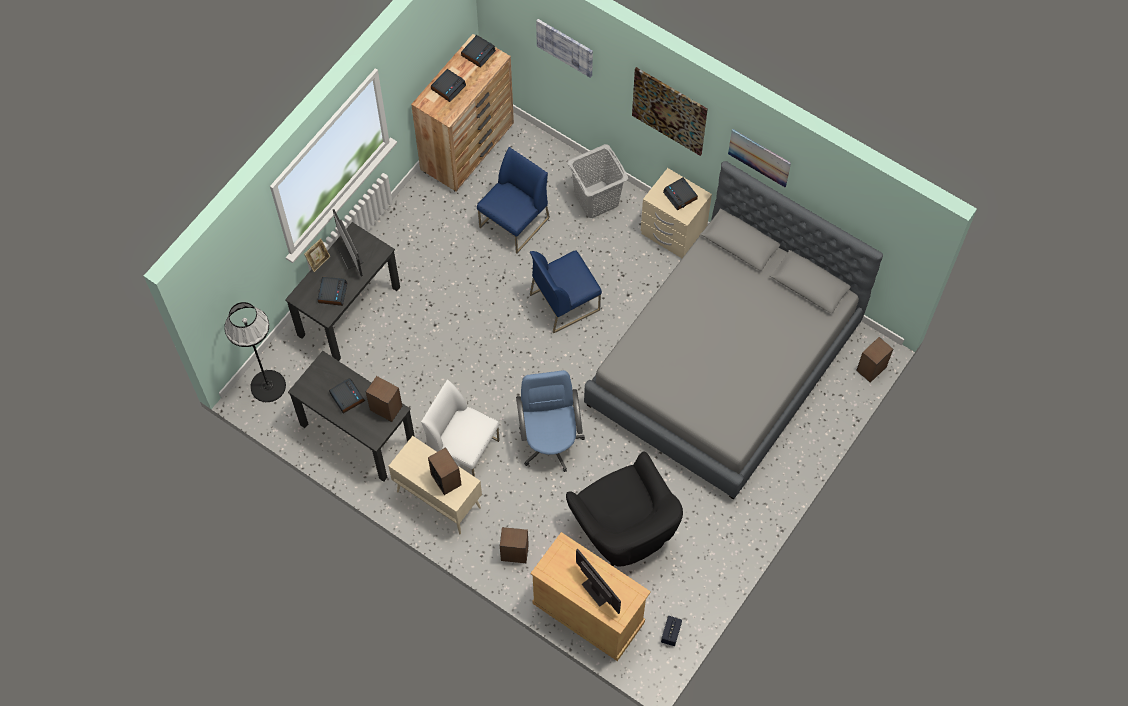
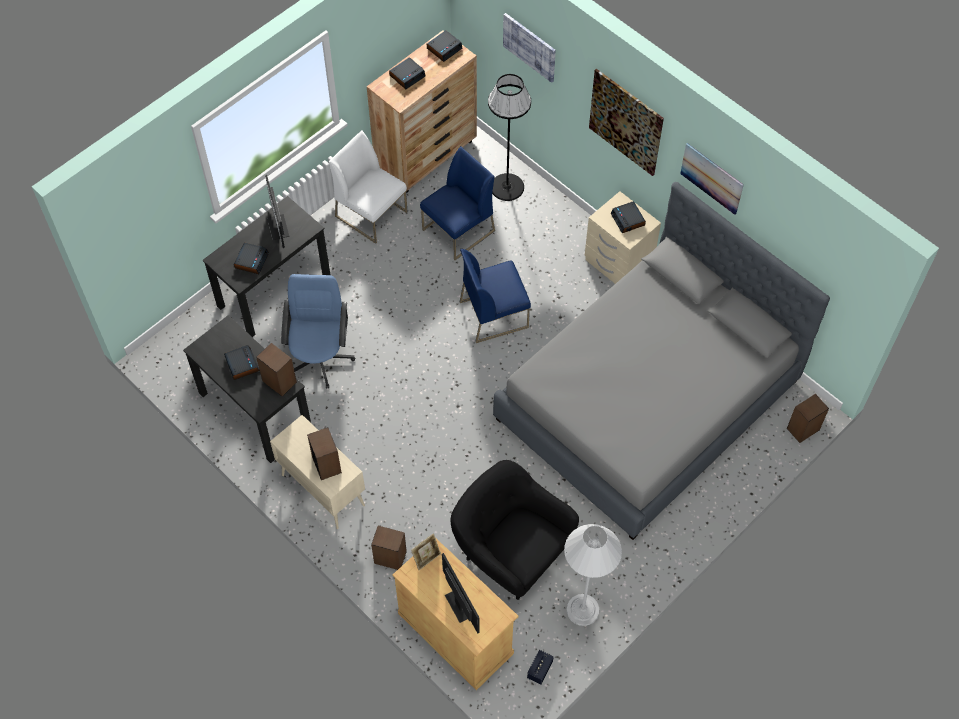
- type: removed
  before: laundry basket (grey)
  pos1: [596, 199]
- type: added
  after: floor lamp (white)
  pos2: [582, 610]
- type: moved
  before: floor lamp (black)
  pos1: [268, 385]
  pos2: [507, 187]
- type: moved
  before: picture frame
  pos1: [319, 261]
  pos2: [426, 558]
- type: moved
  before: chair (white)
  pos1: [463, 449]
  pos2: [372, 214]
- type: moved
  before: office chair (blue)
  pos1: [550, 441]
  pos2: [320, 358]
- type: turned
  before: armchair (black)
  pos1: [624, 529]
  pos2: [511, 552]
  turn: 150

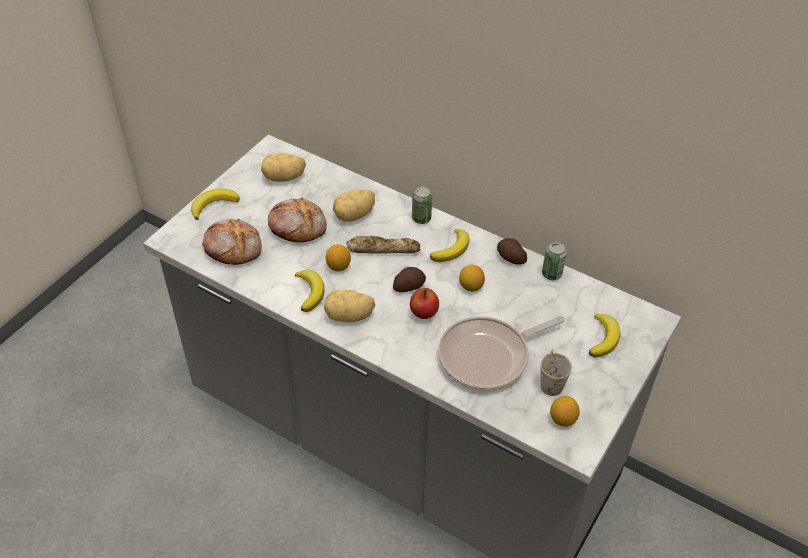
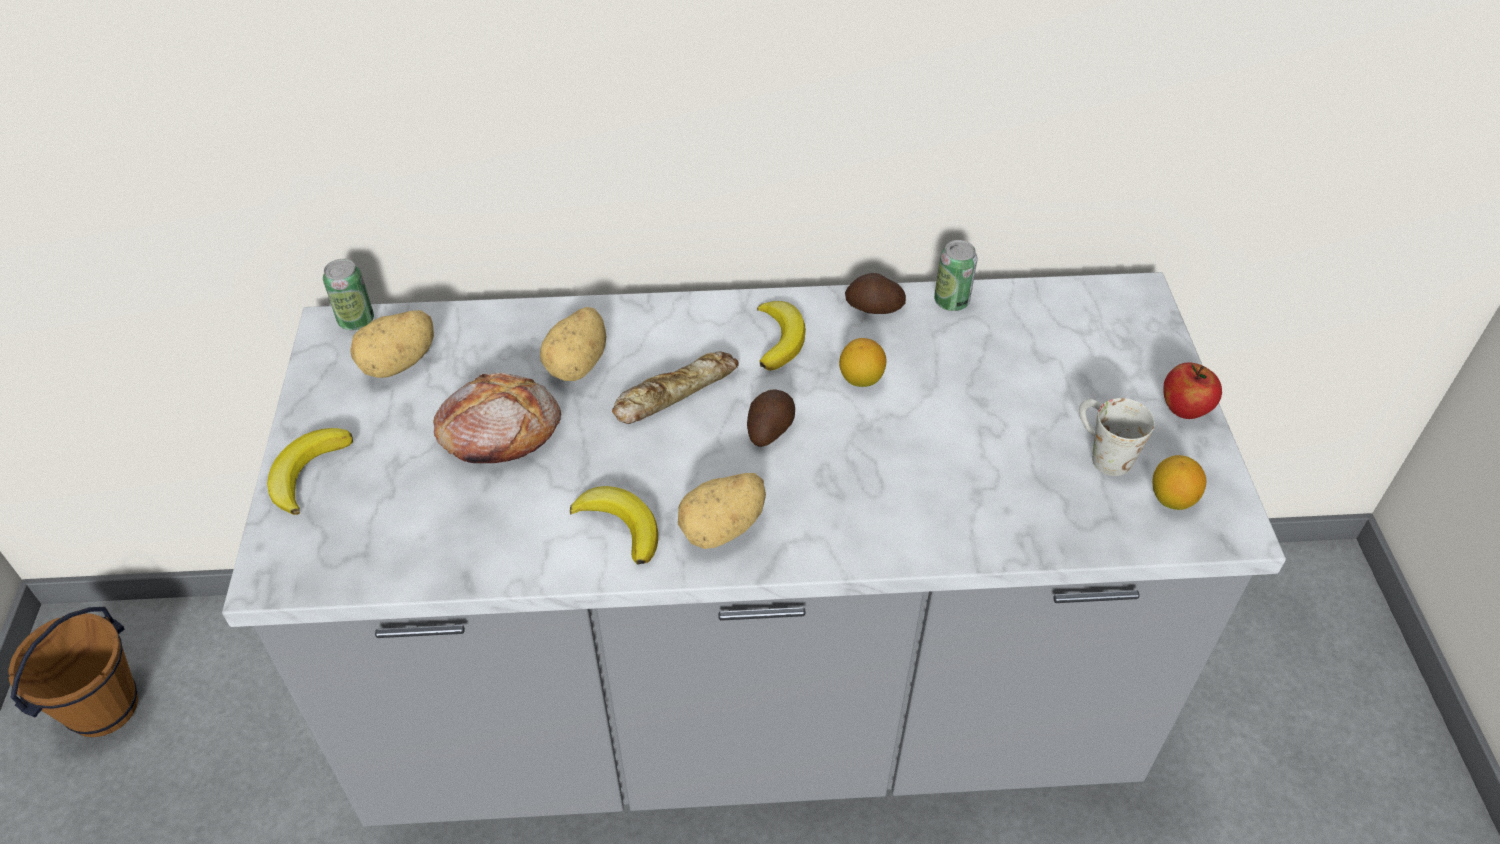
- type: removed
  before: bread
  pos1: [233, 247]
- type: removed
  before: lemon
  pos1: [338, 266]
- type: removed
  before: frying pan
  pos1: [488, 357]
- type: removed
  before: banana
  pos1: [603, 338]
- type: added
  after: bucket (brown)
  pos2: [103, 707]
- type: moved
  before: apple
  pos1: [424, 313]
  pos2: [1184, 409]
- type: moved
  before: can
  pos1: [421, 218]
  pos2: [356, 320]

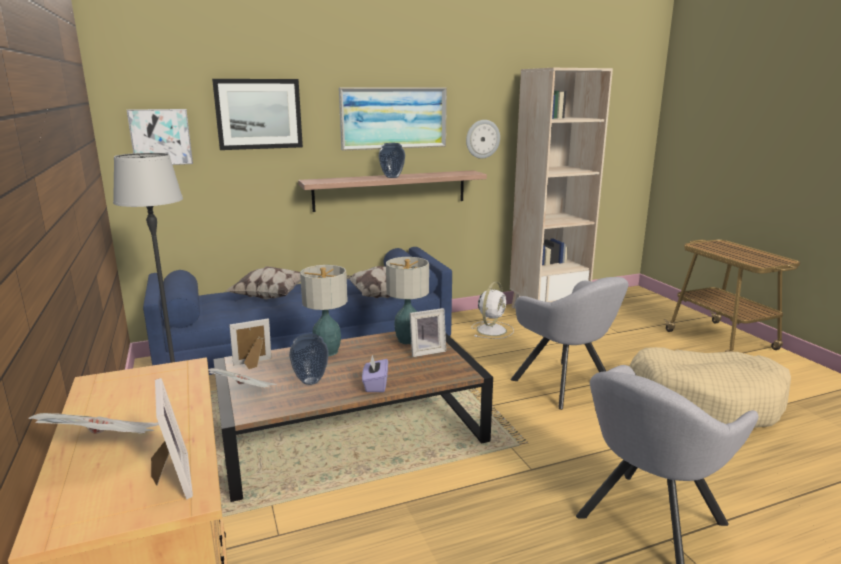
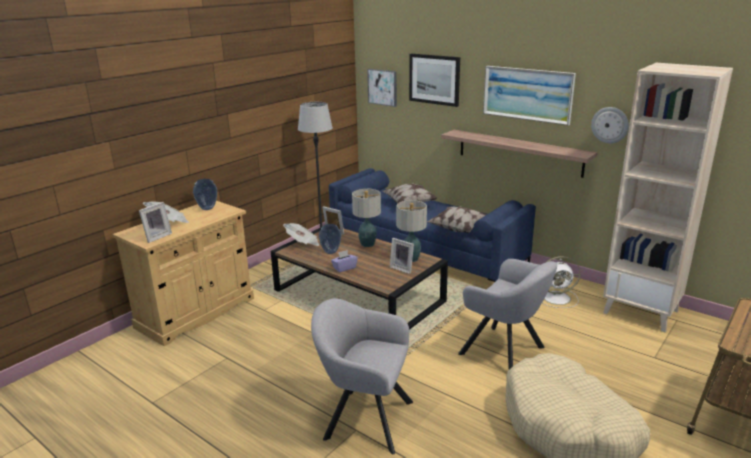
- type: moved
  before: vase
  pos1: [392, 177]
  pos2: [207, 208]
- type: turned
  before: armchair (grey)
  pos1: [566, 386]
  pos2: [506, 352]
  turn: -75

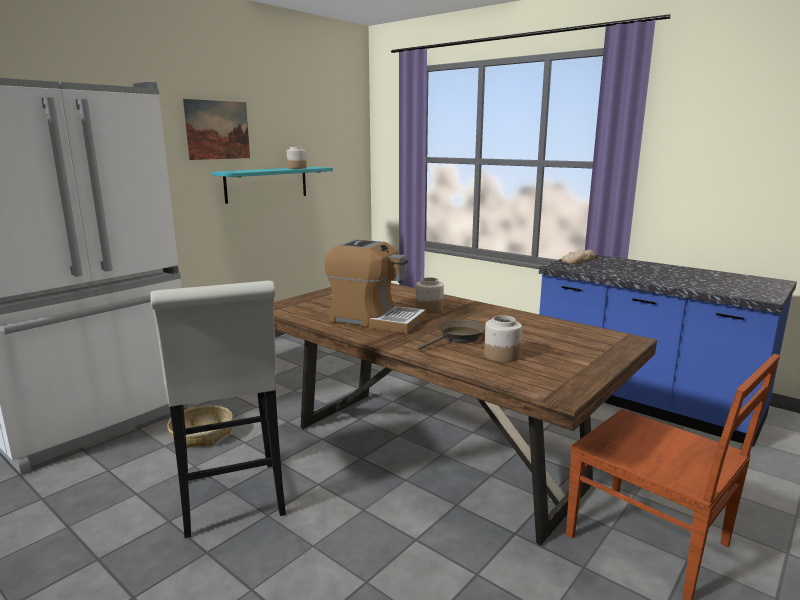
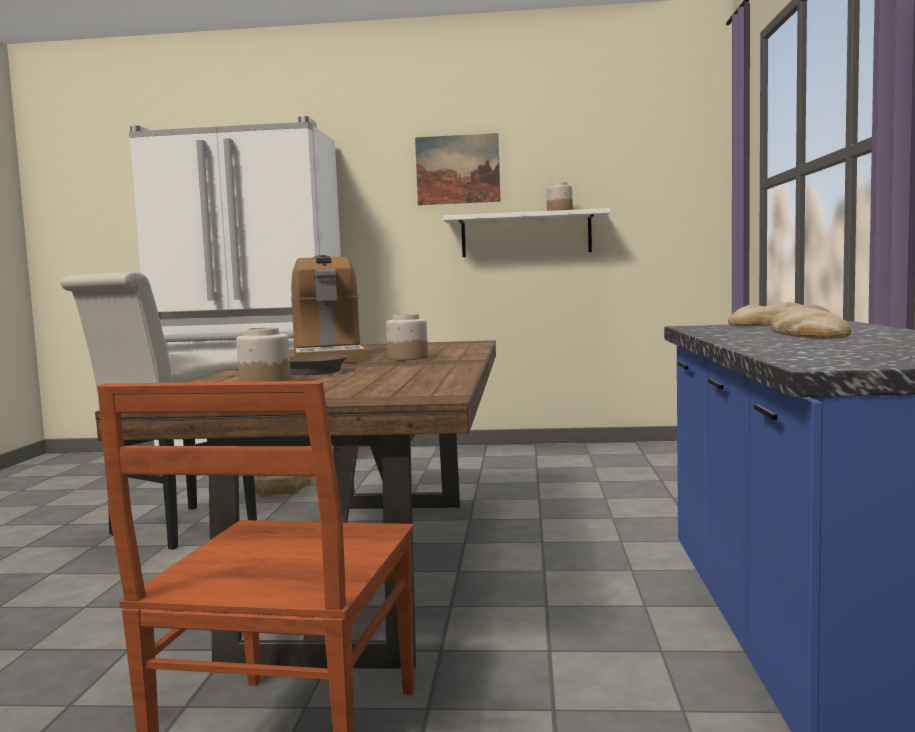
- type: added
  after: bread
  pos2: [806, 334]
- type: recoloured
  before: shelf (turquoise)
  after: shelf (white)
  pos1: [266, 184]
  pos2: [526, 235]

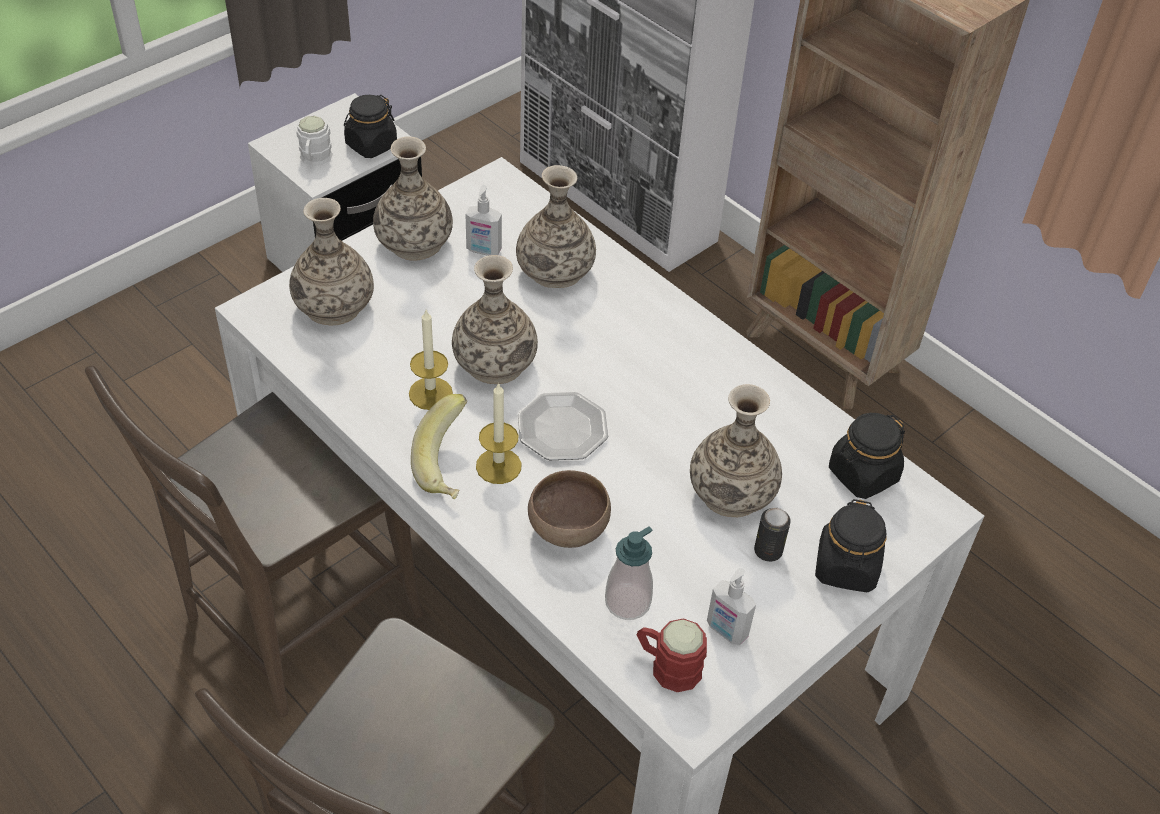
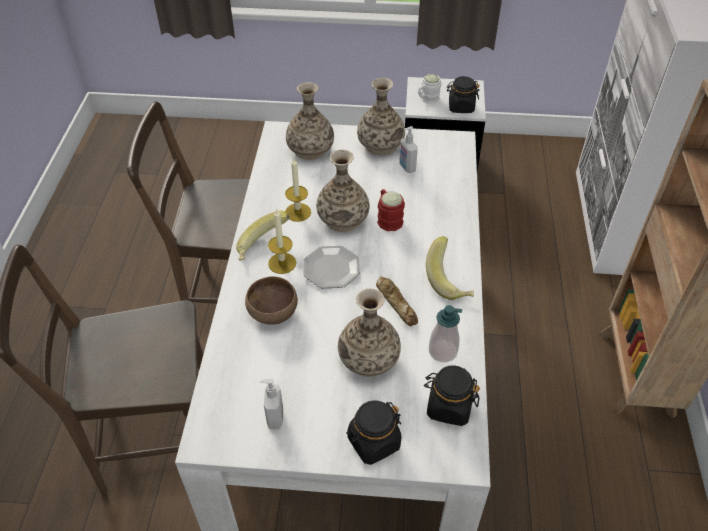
- type: removed
  before: vase
  pos1: [555, 270]
- type: removed
  before: can
  pos1: [768, 551]
- type: added
  after: bread
  pos2: [397, 303]
- type: added
  after: banana
  pos2: [450, 281]
- type: moved
  before: soap dispenser
  pos1: [627, 602]
  pos2: [443, 351]
- type: moved
  before: mug (red)
  pos1: [667, 666]
  pos2: [388, 218]

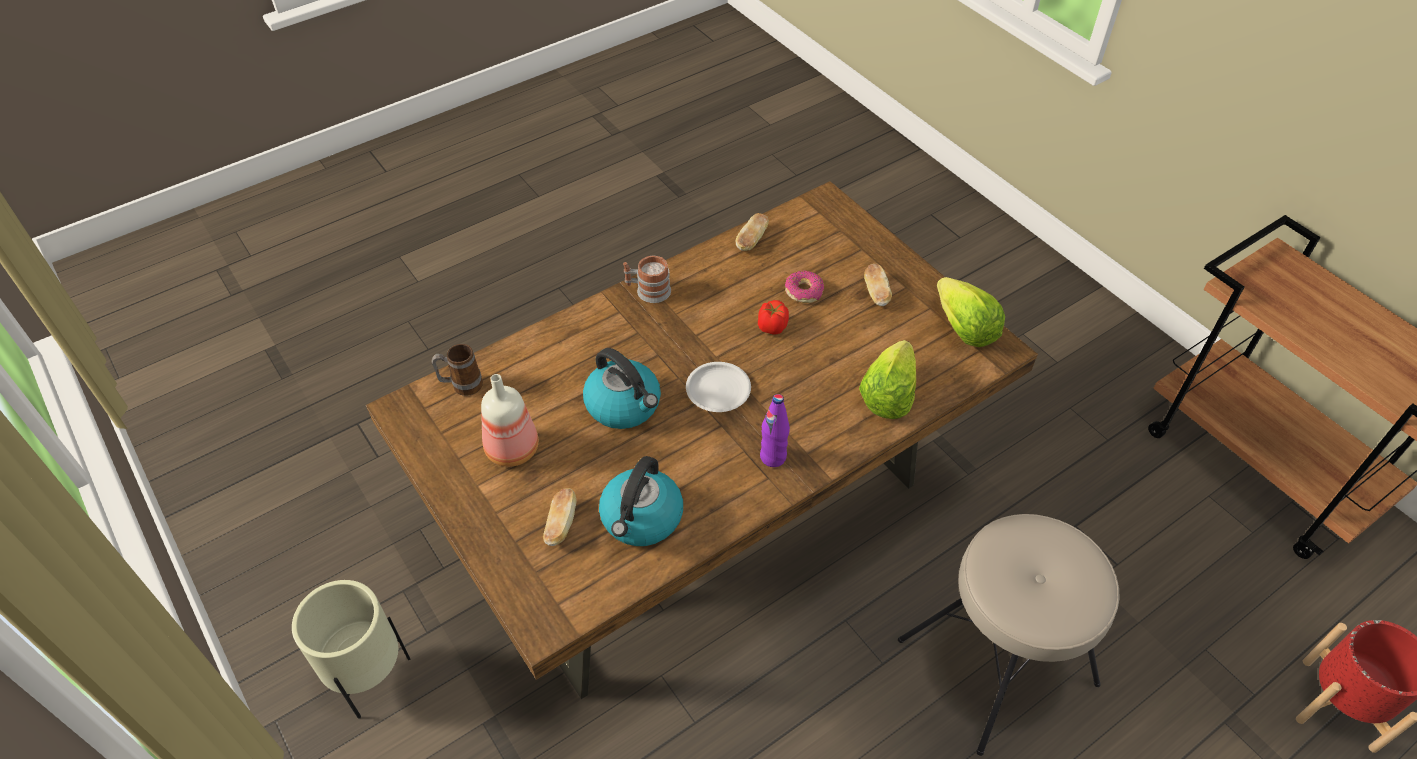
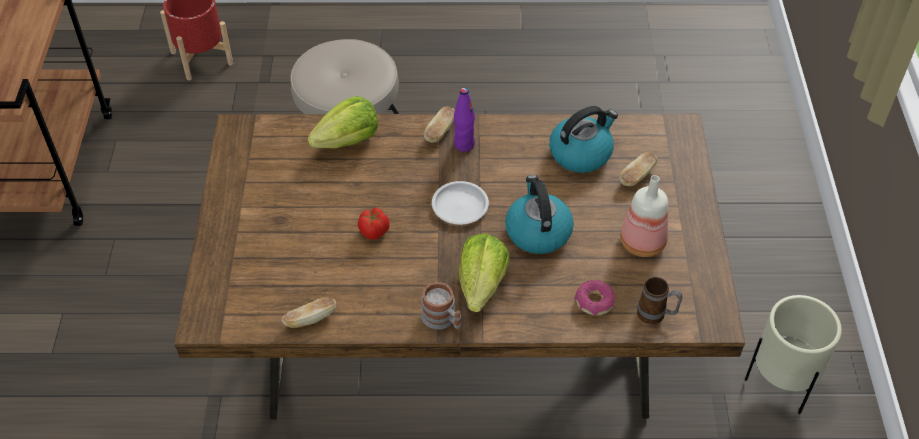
- type: moved
  before: donut
  pos1: [804, 291]
  pos2: [594, 302]
- type: moved
  before: bread
  pos1: [876, 293]
  pos2: [440, 132]
- type: moved
  before: lettuce
  pos1: [964, 329]
  pos2: [481, 285]

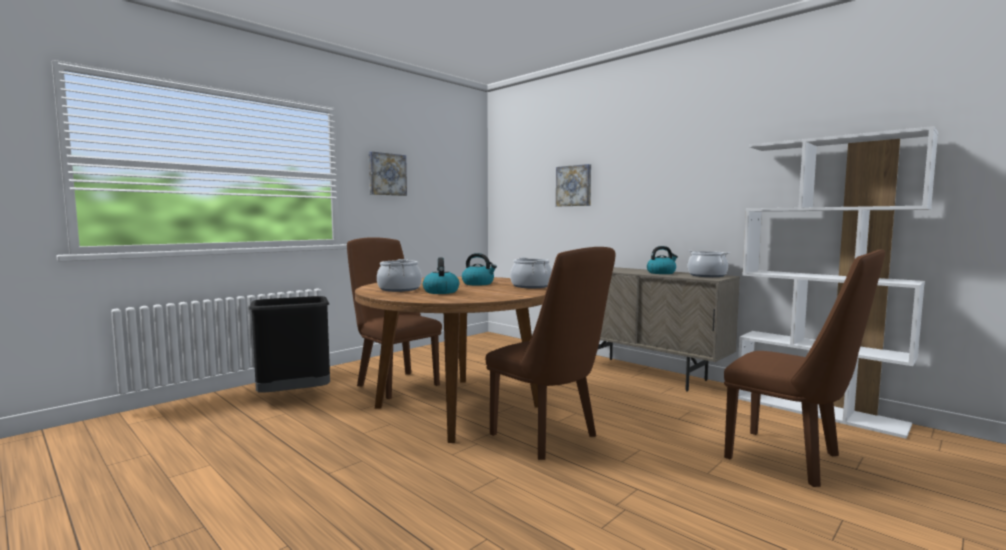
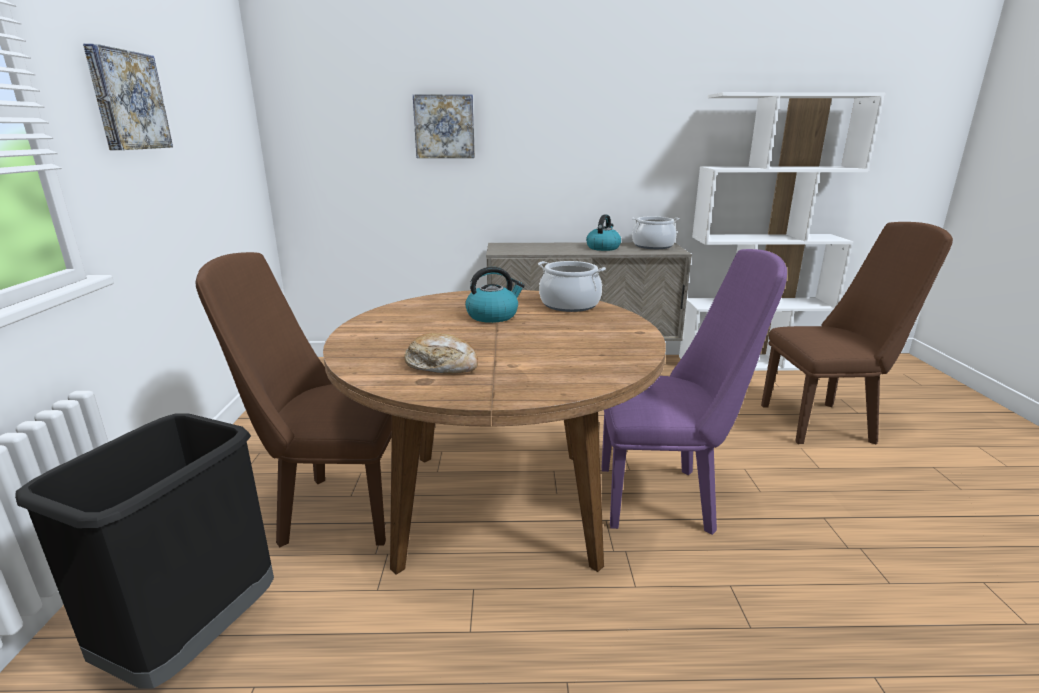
- type: removed
  before: kettle
  pos1: [440, 292]
- type: replaced
  before: cooking pot
  after: bread
  pos1: [400, 289]
  pos2: [442, 365]
- type: recoloured
  before: chair (brown)
  after: chair (purple)
  pos1: [550, 438]
  pos2: [666, 498]

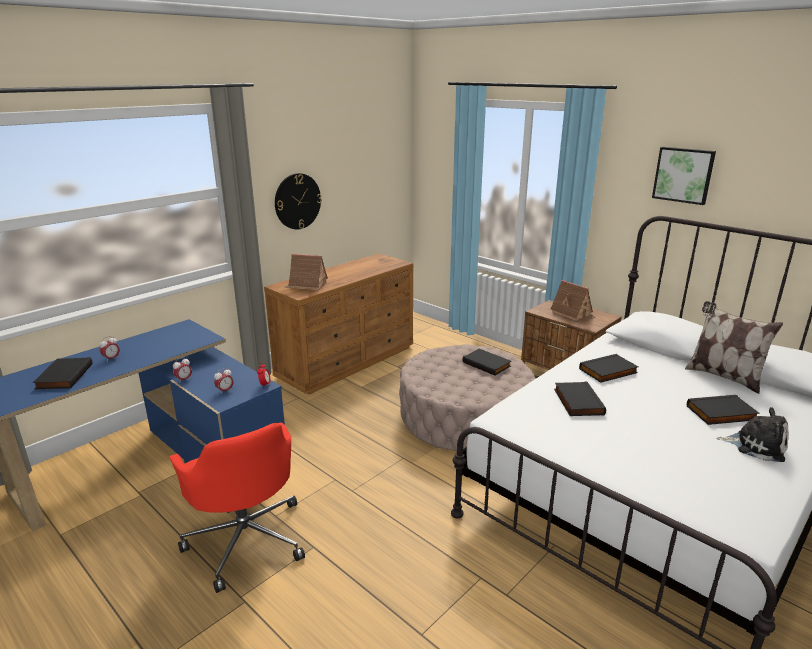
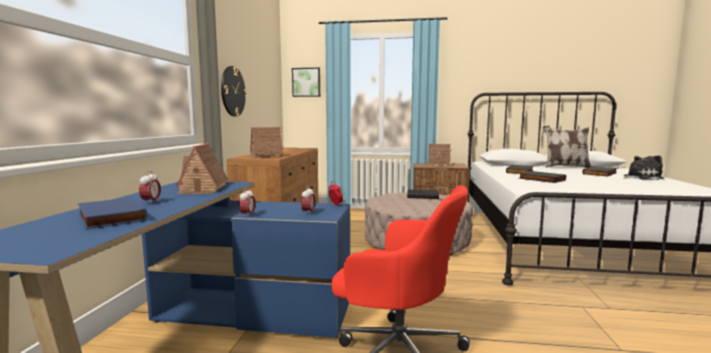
- type: added
  after: toy house
  pos2: [203, 189]
- type: moved
  before: picture
  pos1: [683, 175]
  pos2: [306, 82]
- type: recoloured
  before: book (black)
  after: book (blue)
  pos1: [63, 376]
  pos2: [109, 217]

